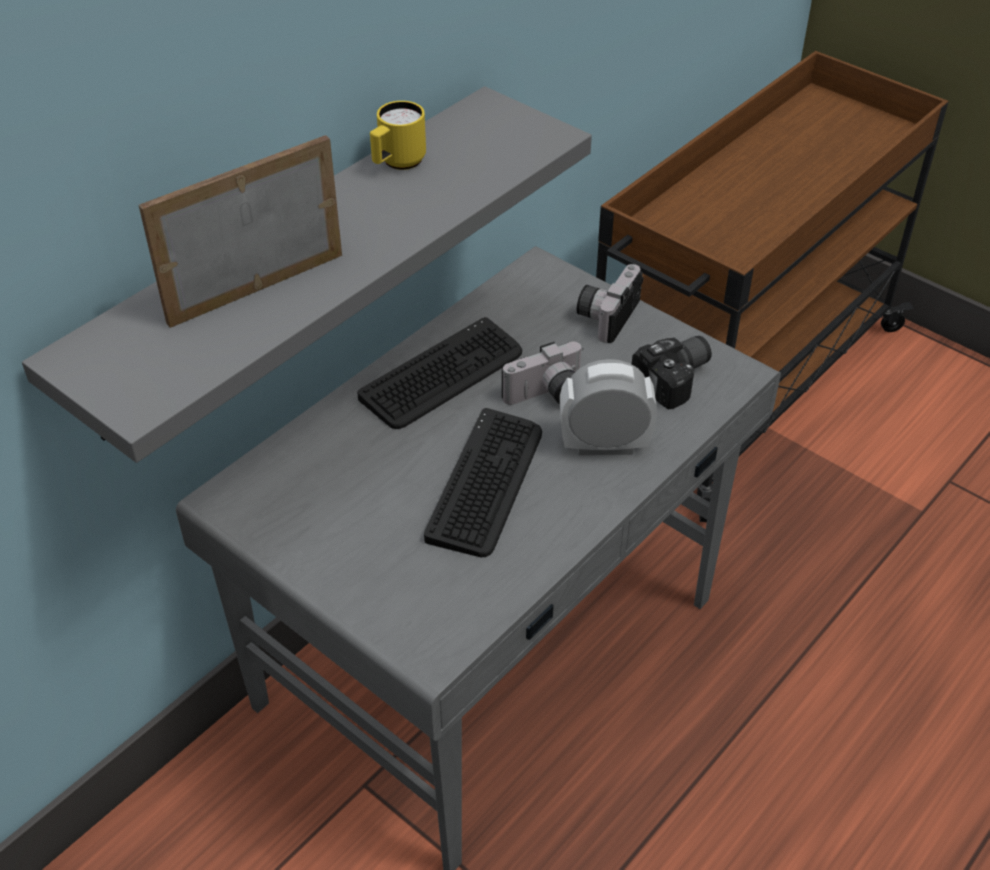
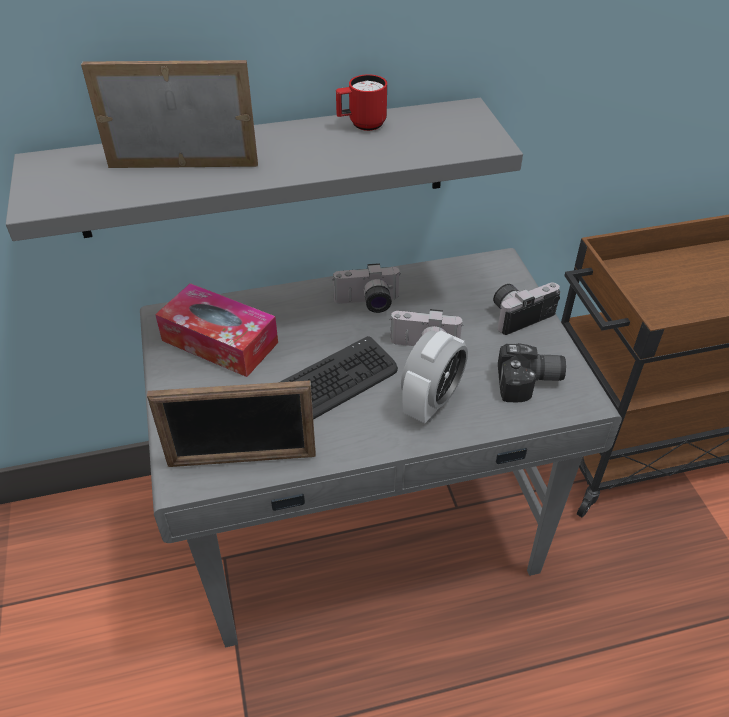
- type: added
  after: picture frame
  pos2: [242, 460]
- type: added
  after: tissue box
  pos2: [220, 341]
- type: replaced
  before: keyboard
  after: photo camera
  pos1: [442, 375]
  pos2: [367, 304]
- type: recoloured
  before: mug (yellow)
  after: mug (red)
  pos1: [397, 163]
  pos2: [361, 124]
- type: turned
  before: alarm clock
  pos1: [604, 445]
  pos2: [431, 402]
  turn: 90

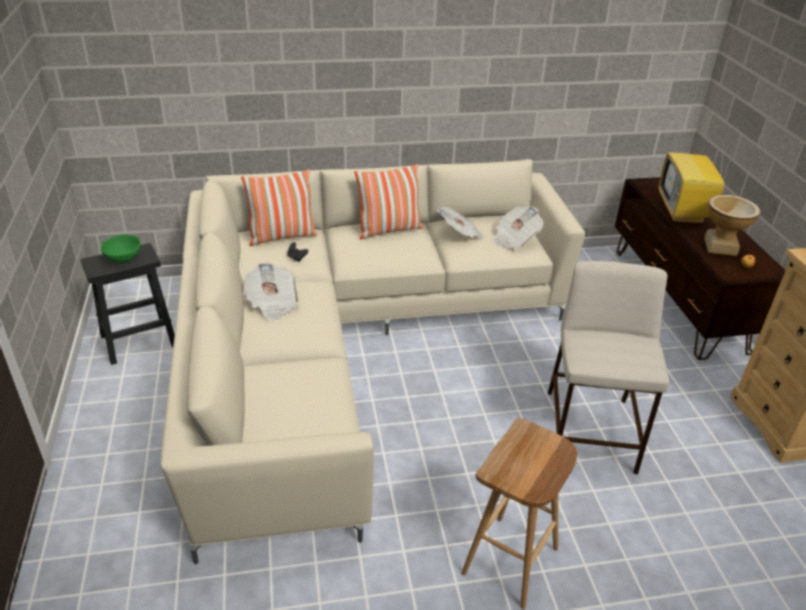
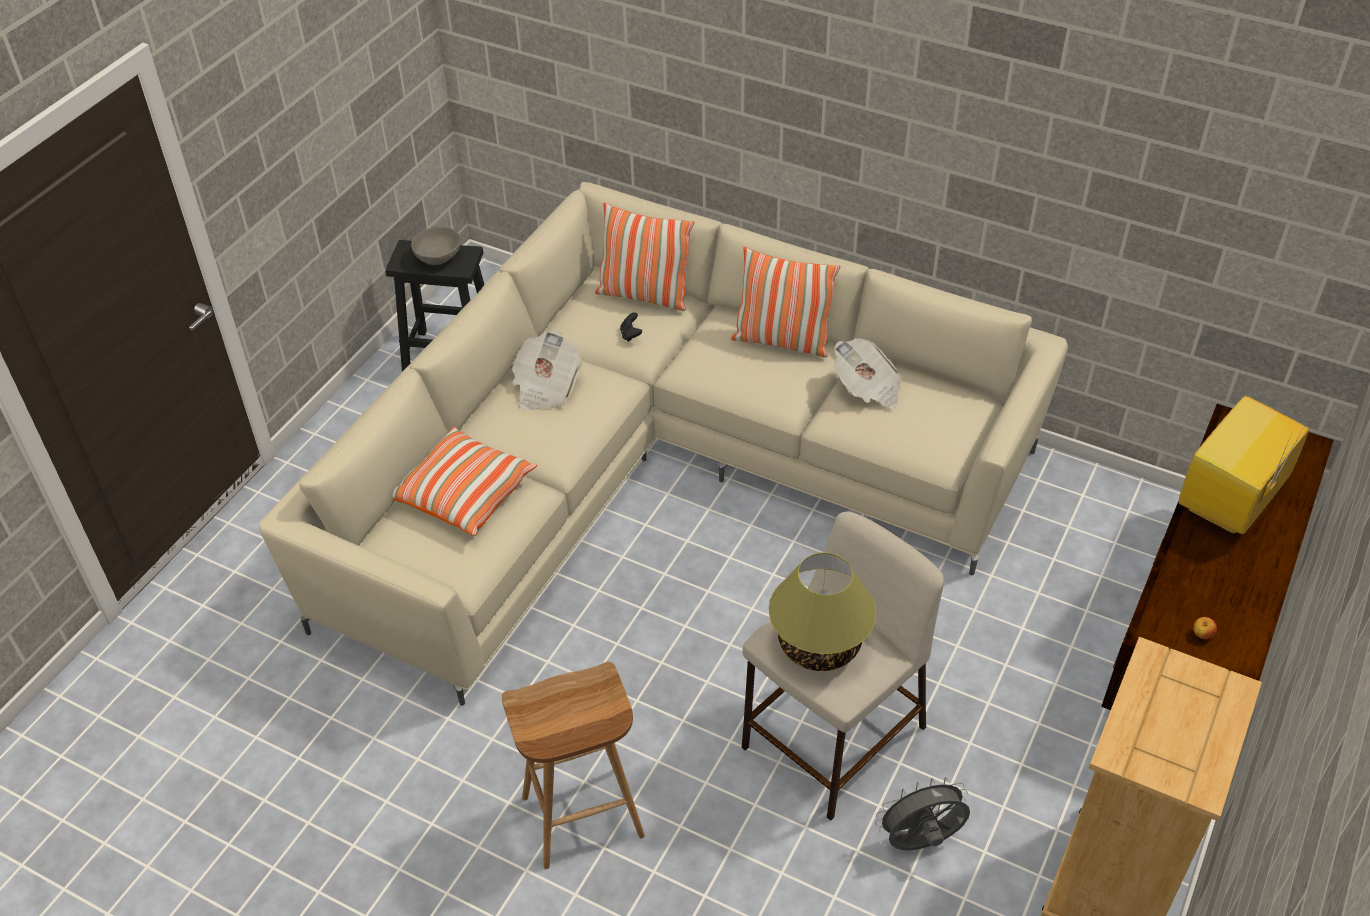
- type: removed
  before: newspaper
  pos1: [514, 239]
- type: removed
  before: vase
  pos1: [720, 247]
- type: added
  after: pillow
  pos2: [464, 494]
- type: added
  after: table lamp
  pos2: [818, 645]
- type: added
  after: fan (grey)
  pos2: [920, 842]
- type: recoloured
  before: bowl (green)
  after: bowl (grey)
  pos1: [124, 258]
  pos2: [439, 258]

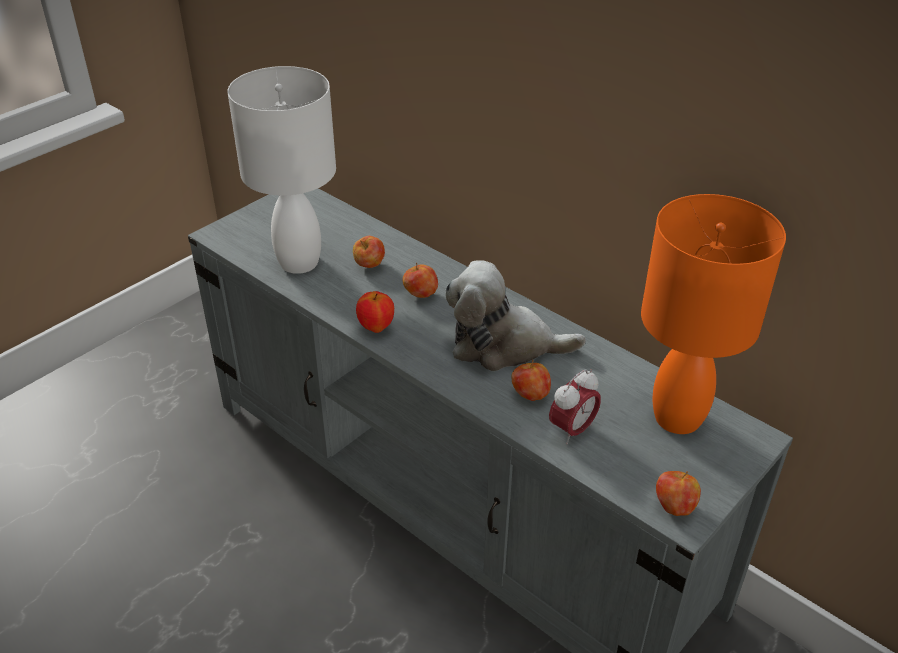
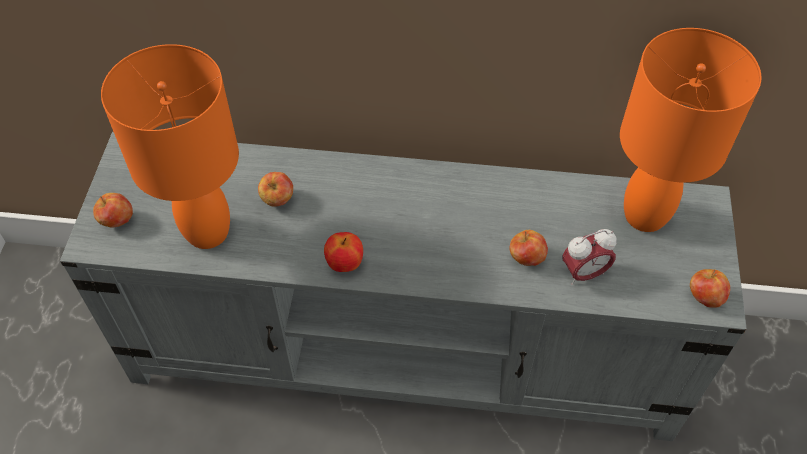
- type: removed
  before: plush toy
  pos1: [504, 345]
- type: moved
  before: apple
  pos1: [420, 294]
  pos2: [117, 221]
- type: recoloured
  before: table lamp (white)
  after: table lamp (orange)
  pos1: [300, 263]
  pos2: [209, 232]
- type: turned
  before: alarm clock
  pos1: [572, 430]
  pos2: [584, 273]
  turn: 60

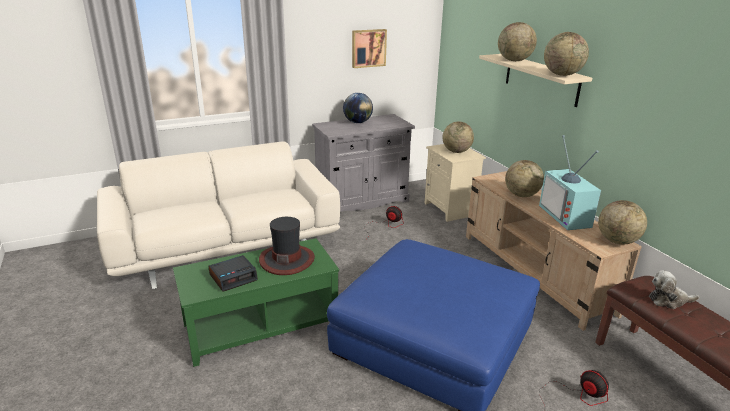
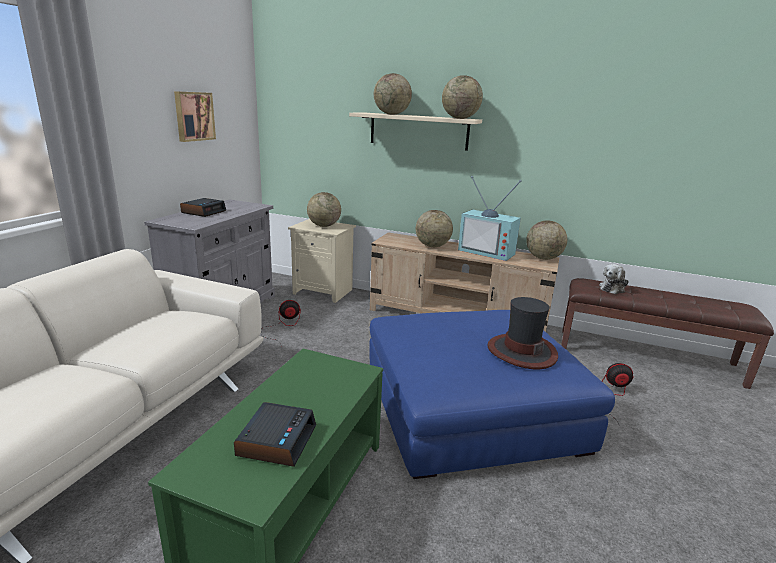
- type: moved
  before: hat
  pos1: [287, 260]
  pos2: [521, 351]
- type: replaced
  before: globe
  after: alarm clock
  pos1: [357, 122]
  pos2: [203, 212]

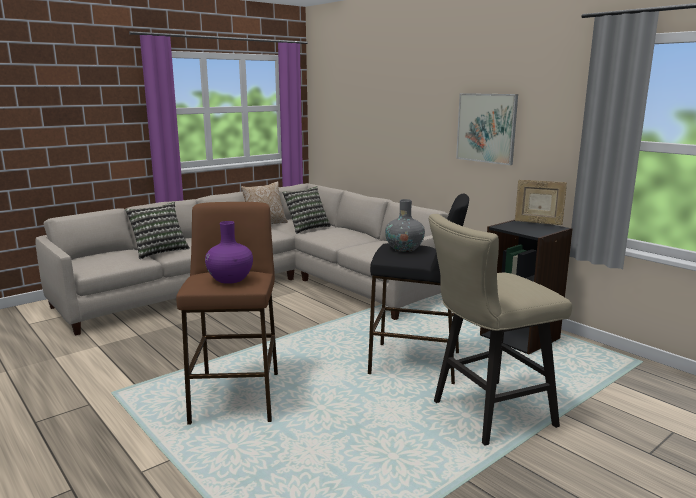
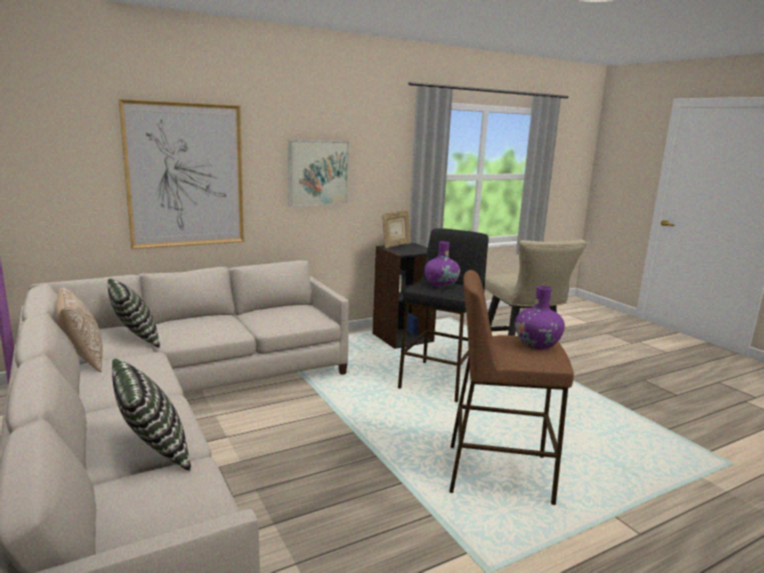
- type: added
  after: picture
  pos2: [185, 175]
- type: recoloured
  before: vase (grey)
  after: vase (purple)
  pos1: [404, 248]
  pos2: [441, 285]

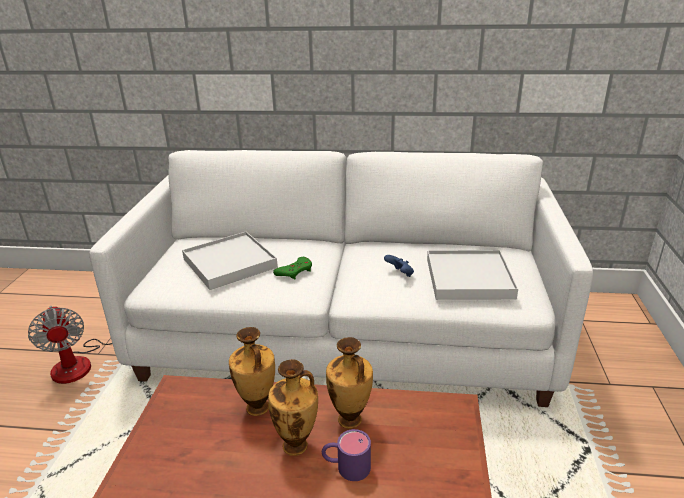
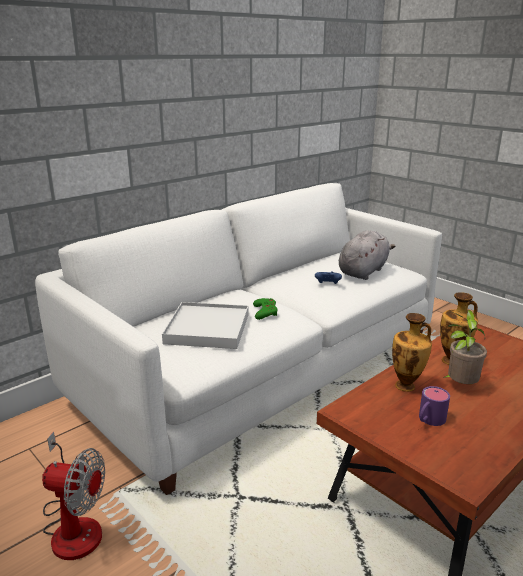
- type: moved
  before: mug (purple)
  pos1: [346, 466]
  pos2: [429, 420]
- type: replaced
  before: vase
  after: potted plant
  pos1: [297, 446]
  pos2: [459, 386]
- type: replaced
  before: tray (white)
  after: plush toy (grey)
  pos1: [469, 278]
  pos2: [363, 271]

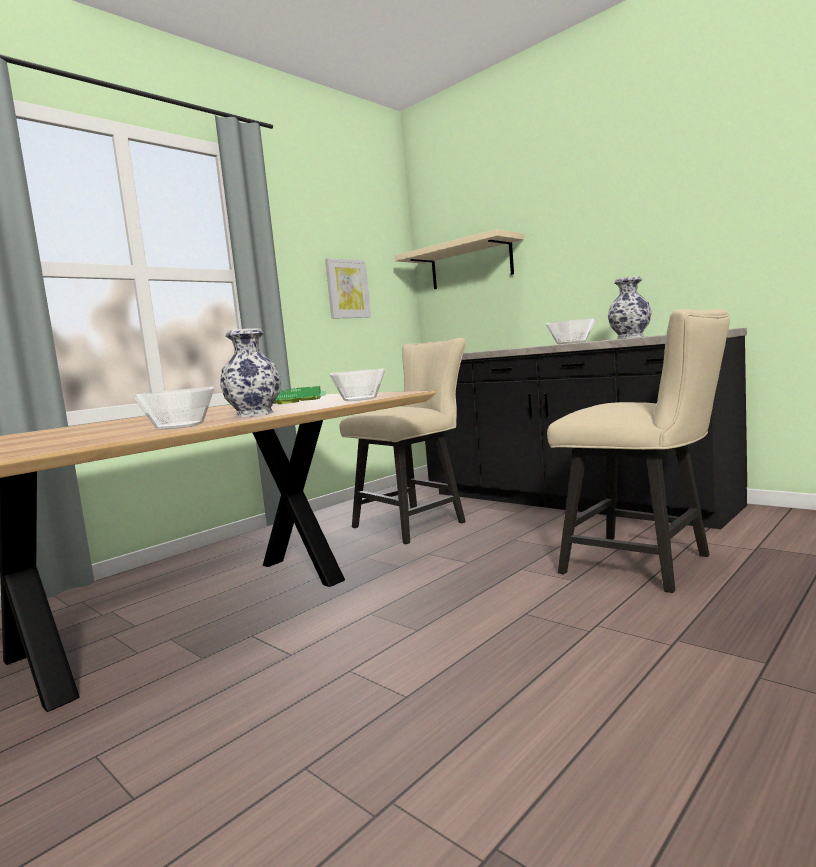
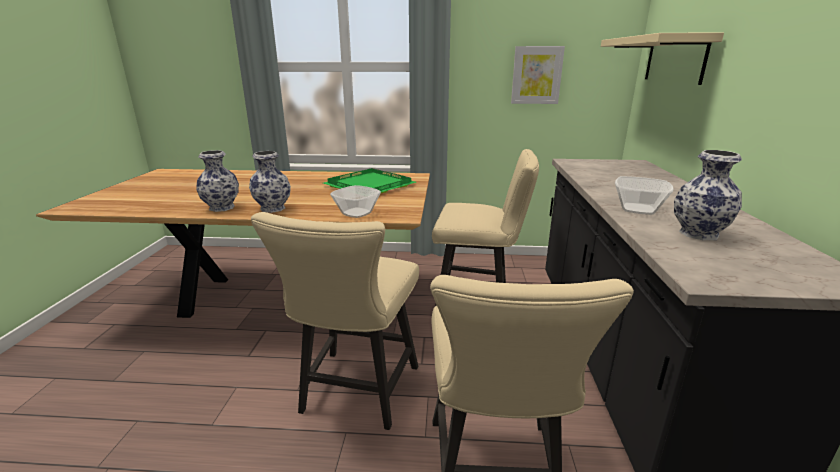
- type: added
  after: chair (beige)
  pos2: [356, 394]
- type: replaced
  before: bowl
  after: vase
  pos1: [181, 426]
  pos2: [222, 207]

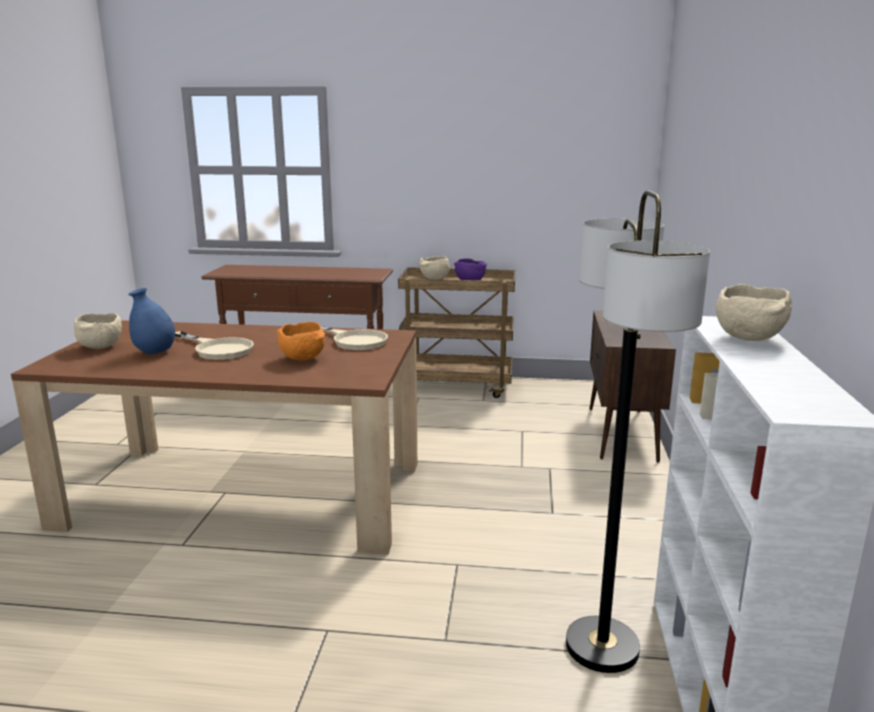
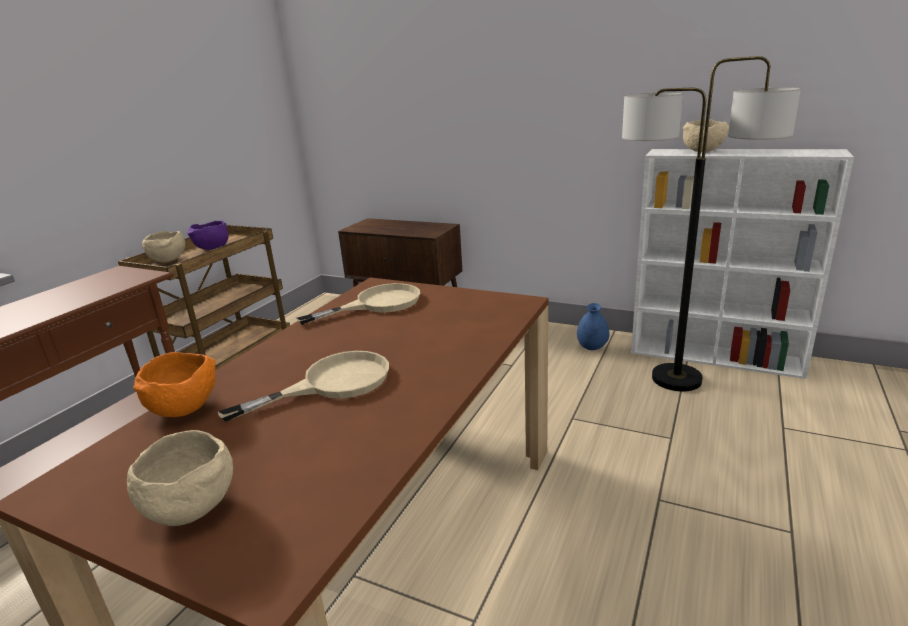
- type: moved
  before: vase (blue)
  pos1: [155, 352]
  pos2: [592, 348]
- type: moved
  before: bowl (orange)
  pos1: [304, 358]
  pos2: [185, 408]

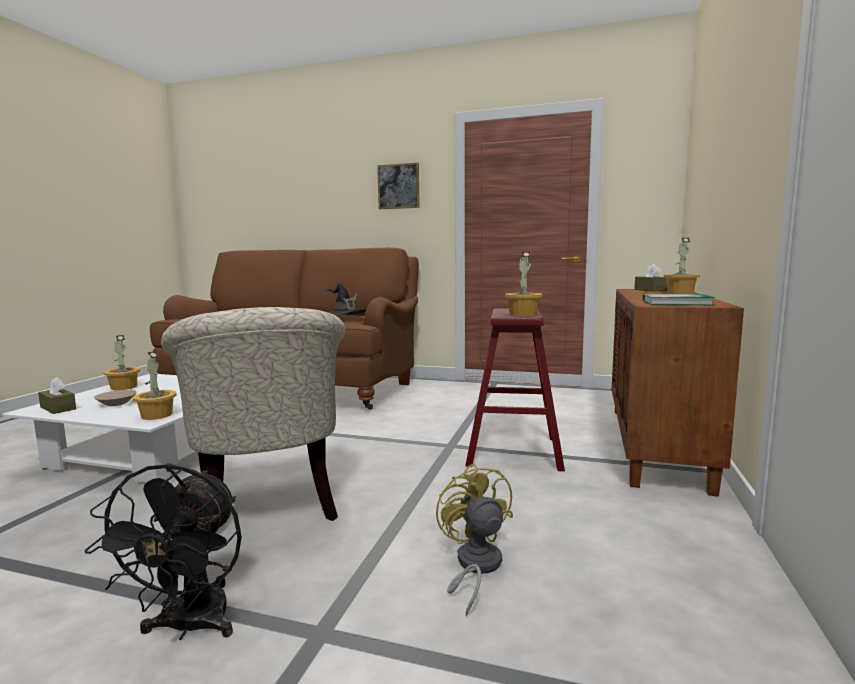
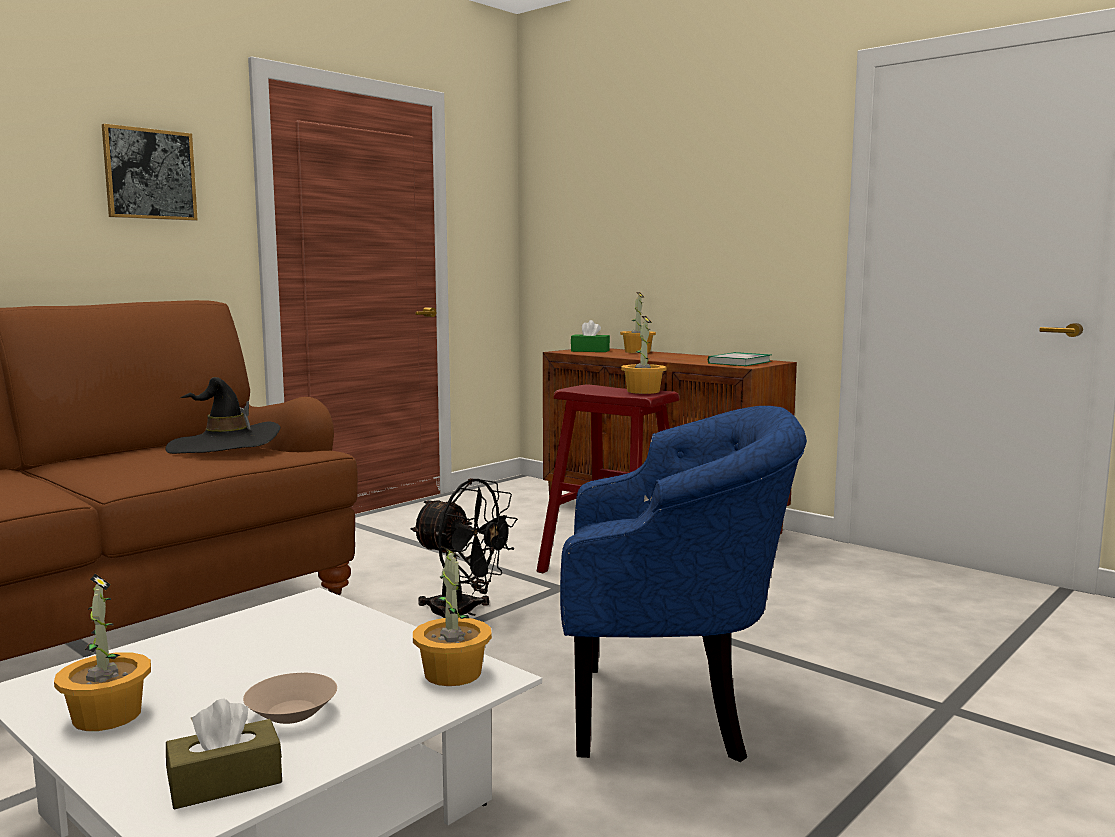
- type: removed
  before: fan (yellow)
  pos1: [474, 566]
- type: moved
  before: fan (black)
  pos1: [190, 627]
  pos2: [463, 613]
- type: recoloured
  before: armchair (beige)
  after: armchair (blue)
  pos1: [270, 510]
  pos2: [671, 712]
- type: recoloured
  before: tissue box (brown)
  after: tissue box (green)
  pos1: [650, 290]
  pos2: [590, 351]

